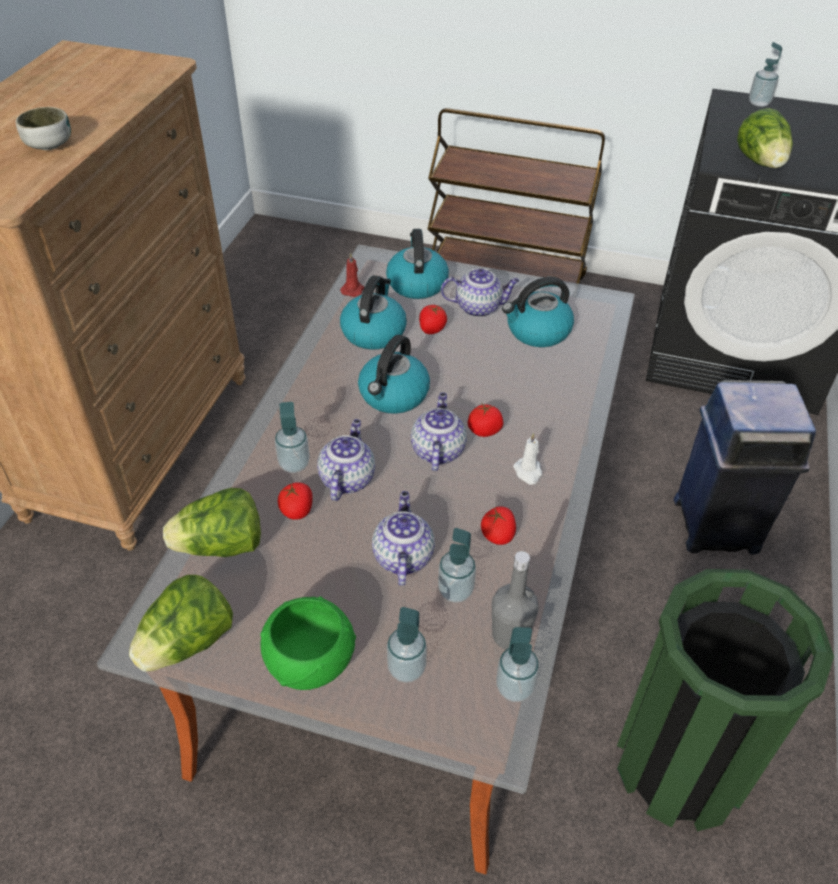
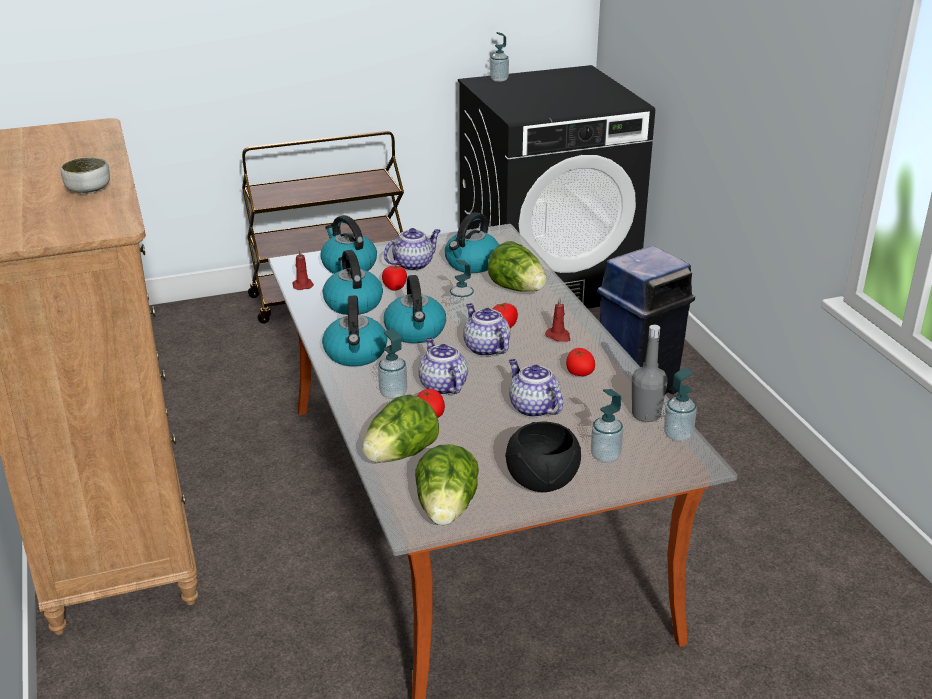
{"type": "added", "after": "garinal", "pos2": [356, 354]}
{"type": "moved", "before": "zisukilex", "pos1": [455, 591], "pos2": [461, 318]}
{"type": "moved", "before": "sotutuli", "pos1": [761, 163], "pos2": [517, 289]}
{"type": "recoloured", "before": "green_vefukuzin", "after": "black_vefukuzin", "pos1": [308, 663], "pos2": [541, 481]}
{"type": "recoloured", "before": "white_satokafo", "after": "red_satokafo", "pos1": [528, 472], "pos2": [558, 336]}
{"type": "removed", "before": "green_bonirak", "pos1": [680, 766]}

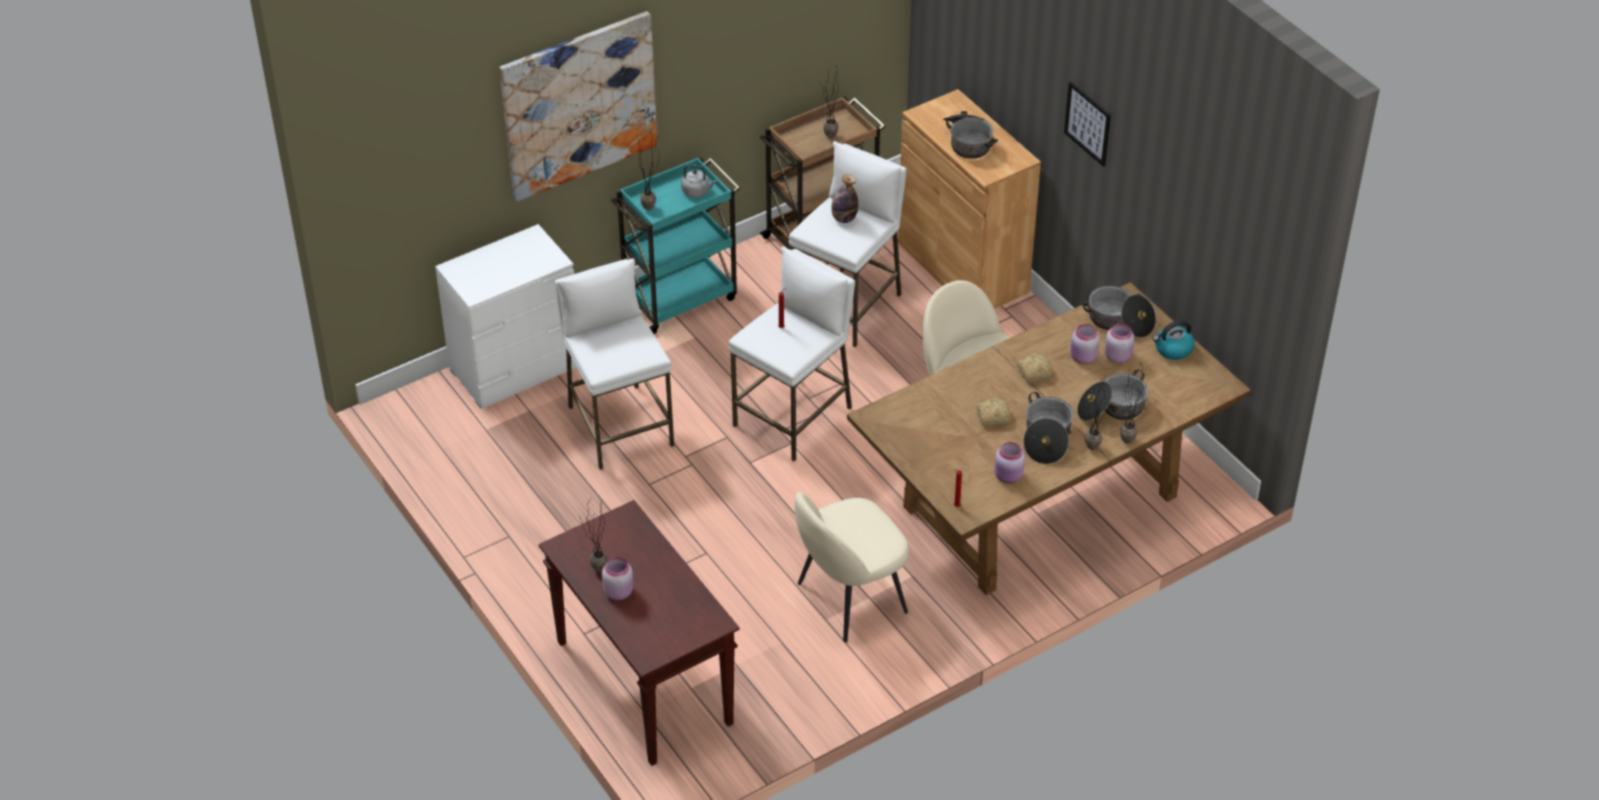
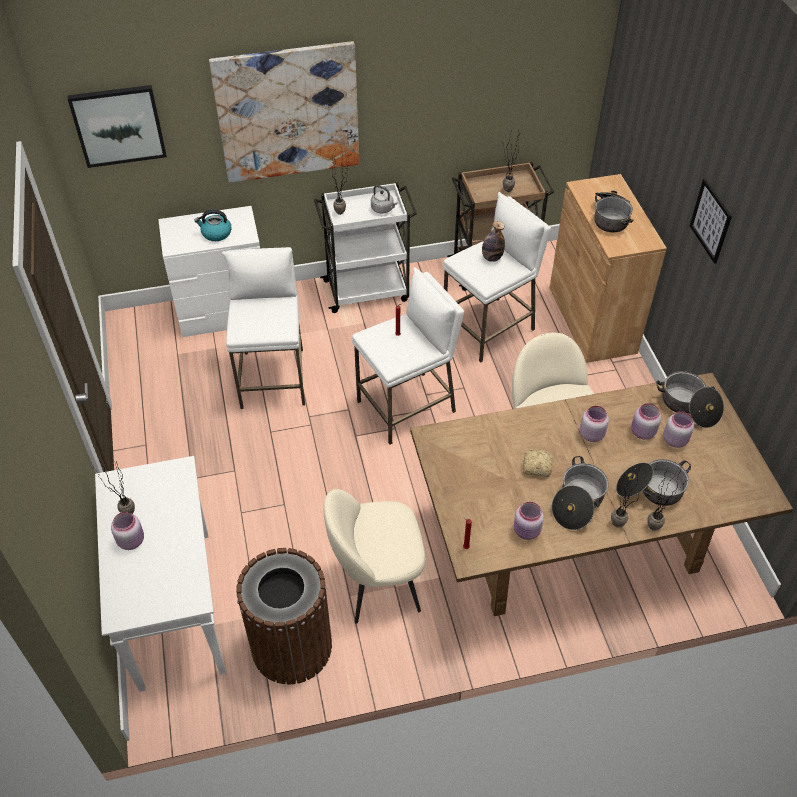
{"type": "added", "after": "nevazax", "pos2": [118, 125]}
{"type": "recoloured", "before": "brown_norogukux", "after": "white_norogukux", "pos1": [642, 682], "pos2": [174, 607]}
{"type": "moved", "before": "garinal", "pos1": [1173, 349], "pos2": [216, 233]}
{"type": "added", "after": "brown_bonirak", "pos2": [291, 646]}
{"type": "recoloured", "before": "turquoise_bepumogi", "after": "white_bepumogi", "pos1": [680, 298], "pos2": [368, 290]}
{"type": "replaced", "before": "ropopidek", "after": "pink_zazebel", "pos1": [1033, 373], "pos2": [591, 434]}

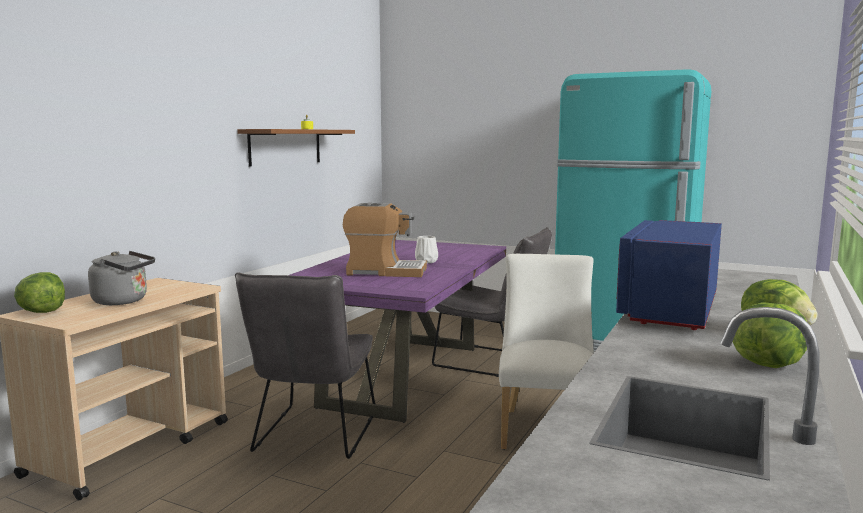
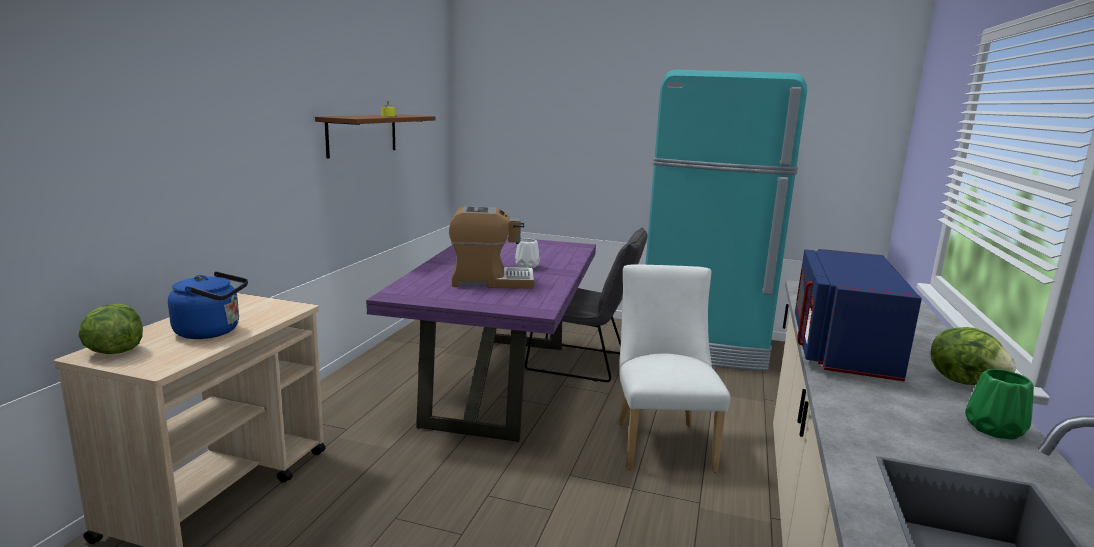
{"type": "recoloured", "before": "grey_garinal", "after": "blue_garinal", "pos1": [124, 301], "pos2": [212, 331]}
{"type": "replaced", "before": "sotutuli", "after": "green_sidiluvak", "pos1": [767, 363], "pos2": [992, 429]}
{"type": "removed", "before": "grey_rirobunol", "pos1": [313, 436]}

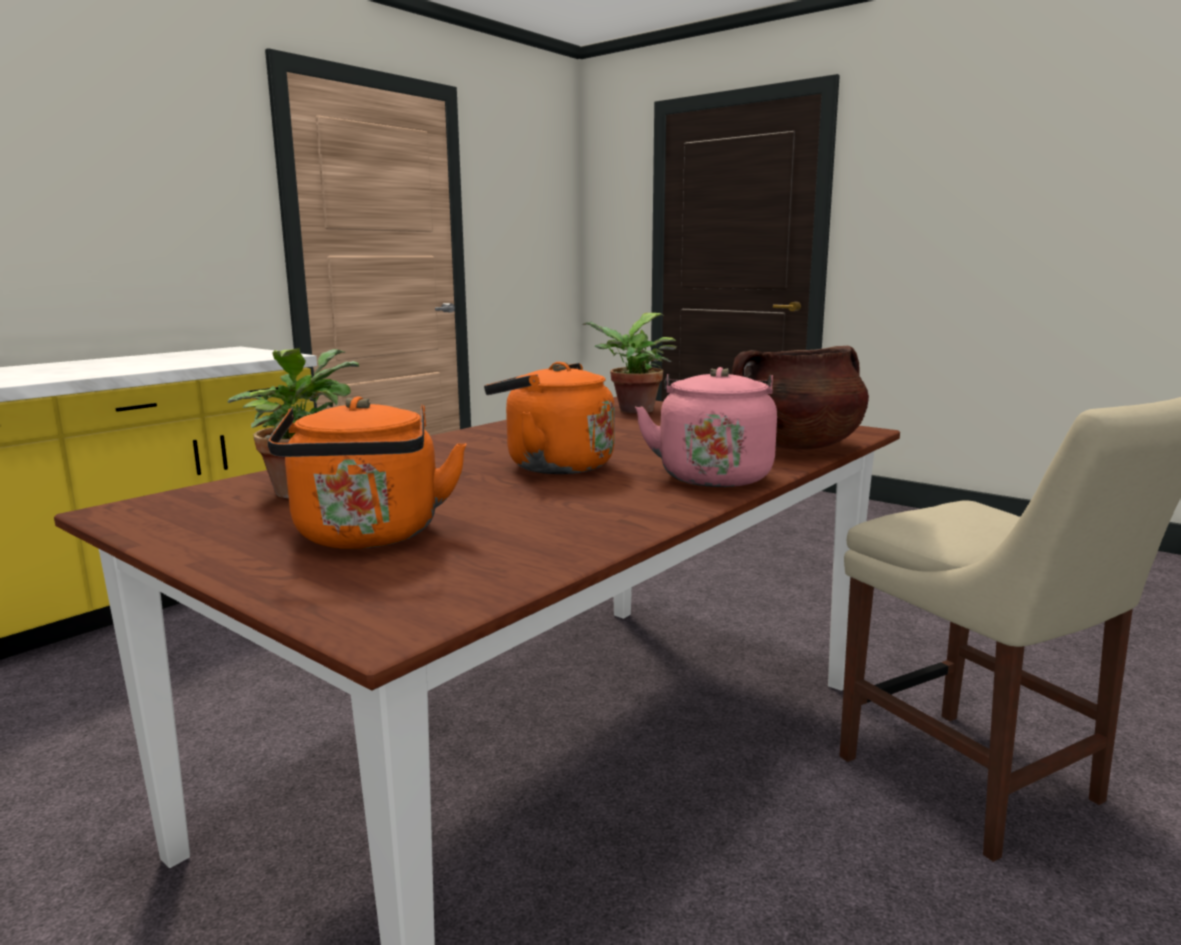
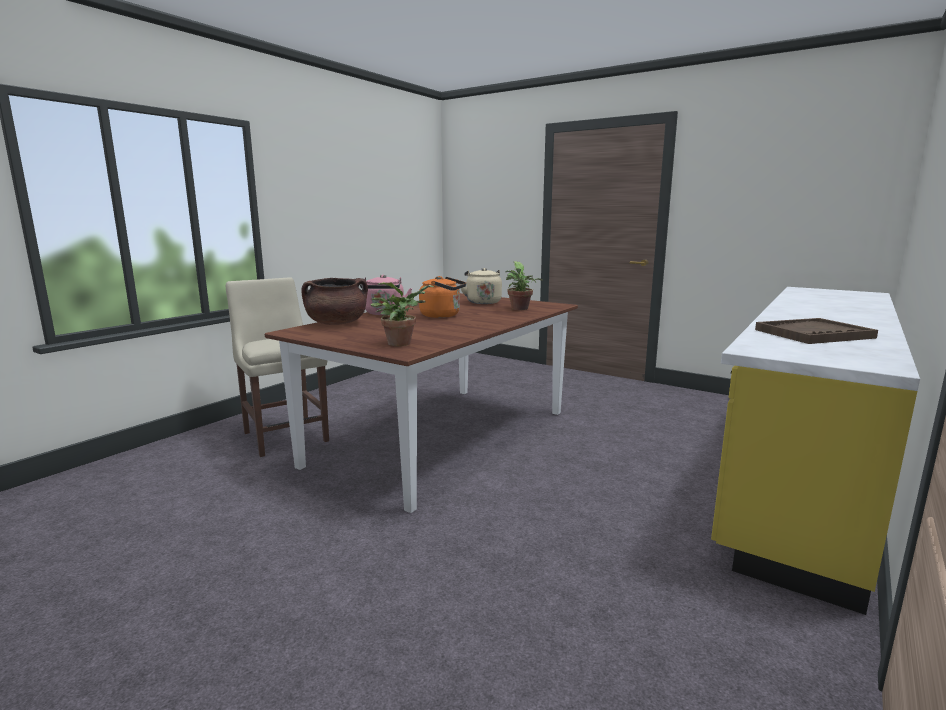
{"type": "recoloured", "before": "orange_garinal", "after": "beige_garinal", "pos1": [368, 537], "pos2": [482, 302]}
{"type": "added", "after": "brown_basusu", "pos2": [813, 334]}

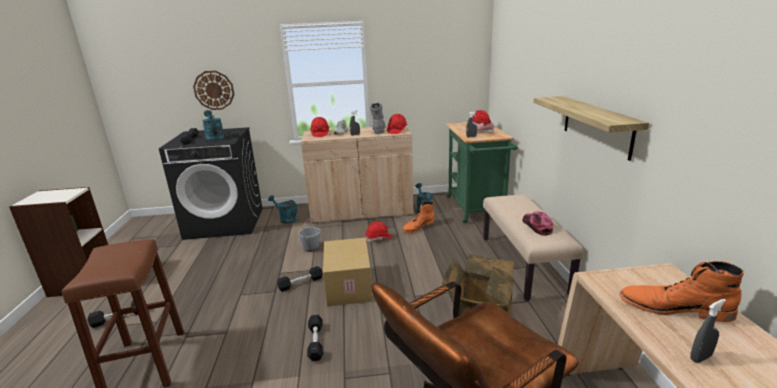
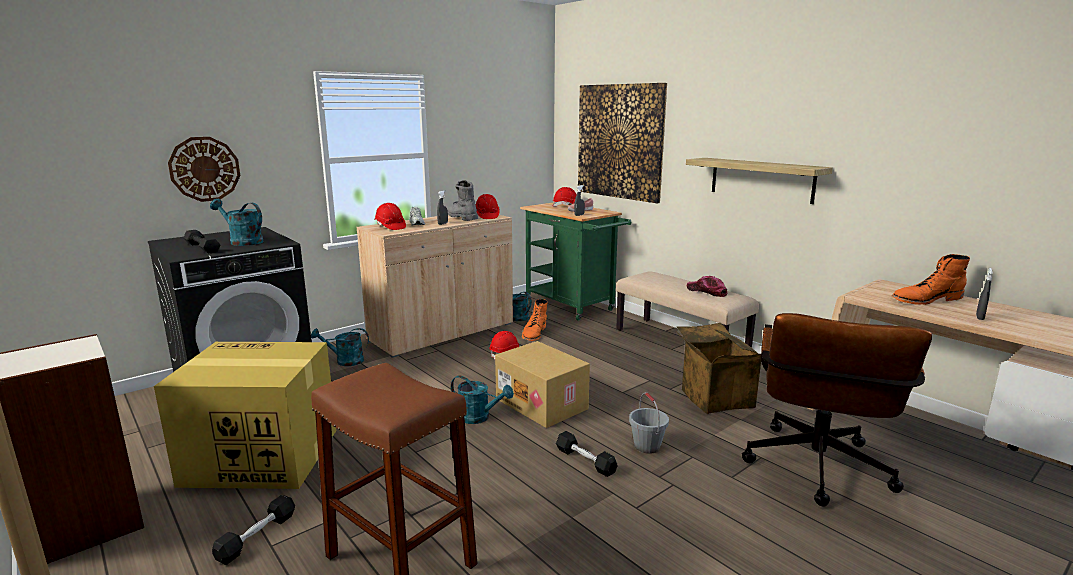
{"type": "added", "after": "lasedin", "pos2": [259, 457]}
{"type": "replaced", "before": "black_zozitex", "after": "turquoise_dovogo", "pos1": [300, 283], "pos2": [479, 417]}
{"type": "added", "after": "nevazax", "pos2": [619, 141]}
{"type": "moved", "before": "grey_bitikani", "pos1": [311, 248], "pos2": [647, 446]}

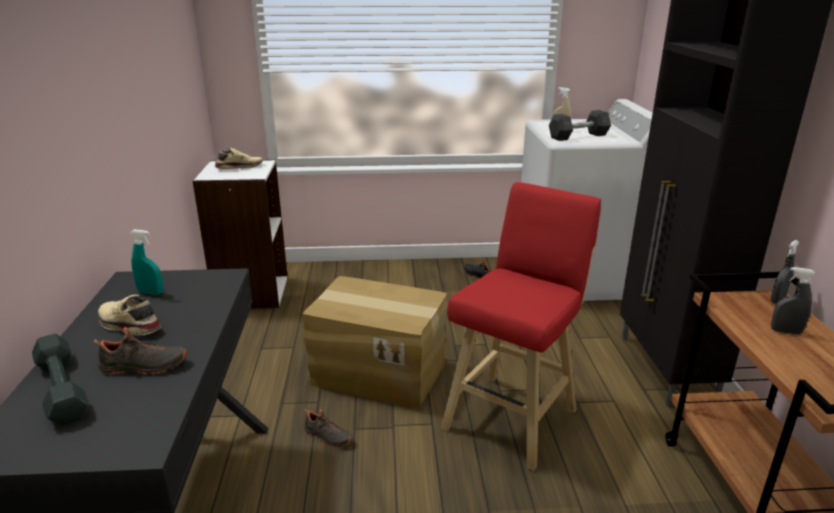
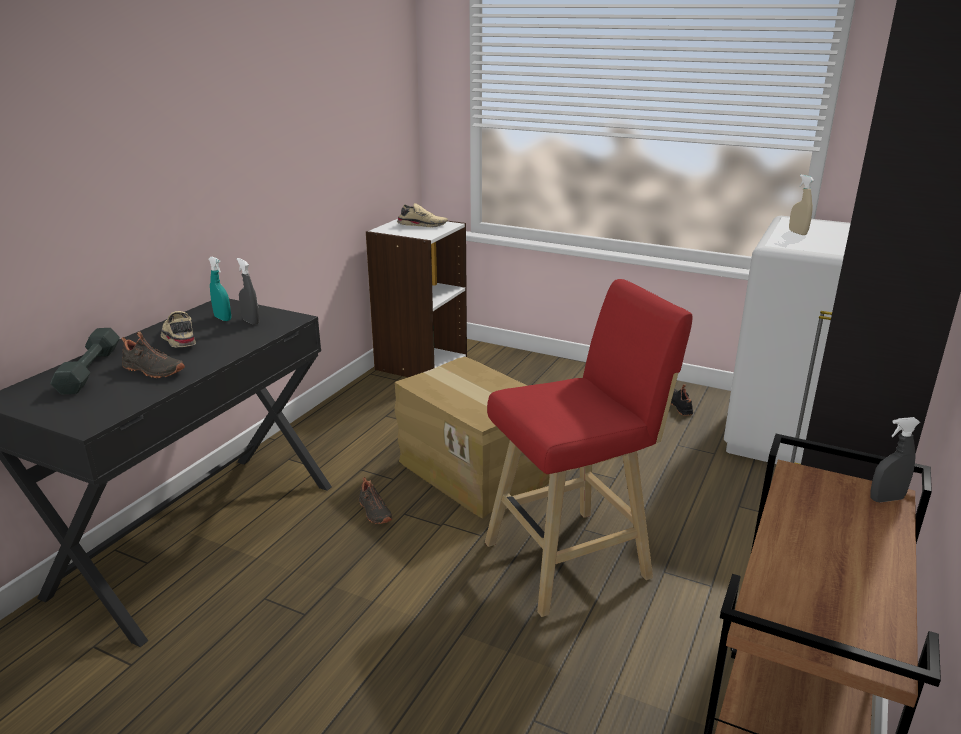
{"type": "moved", "before": "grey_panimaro", "pos1": [785, 331], "pos2": [251, 321]}
{"type": "removed", "before": "grey_zozitex", "pos1": [578, 136]}

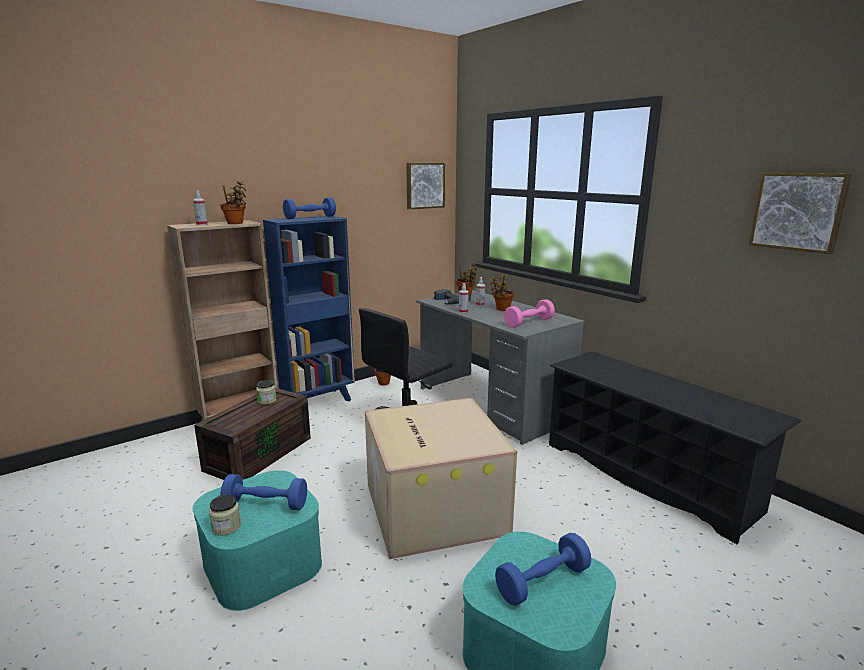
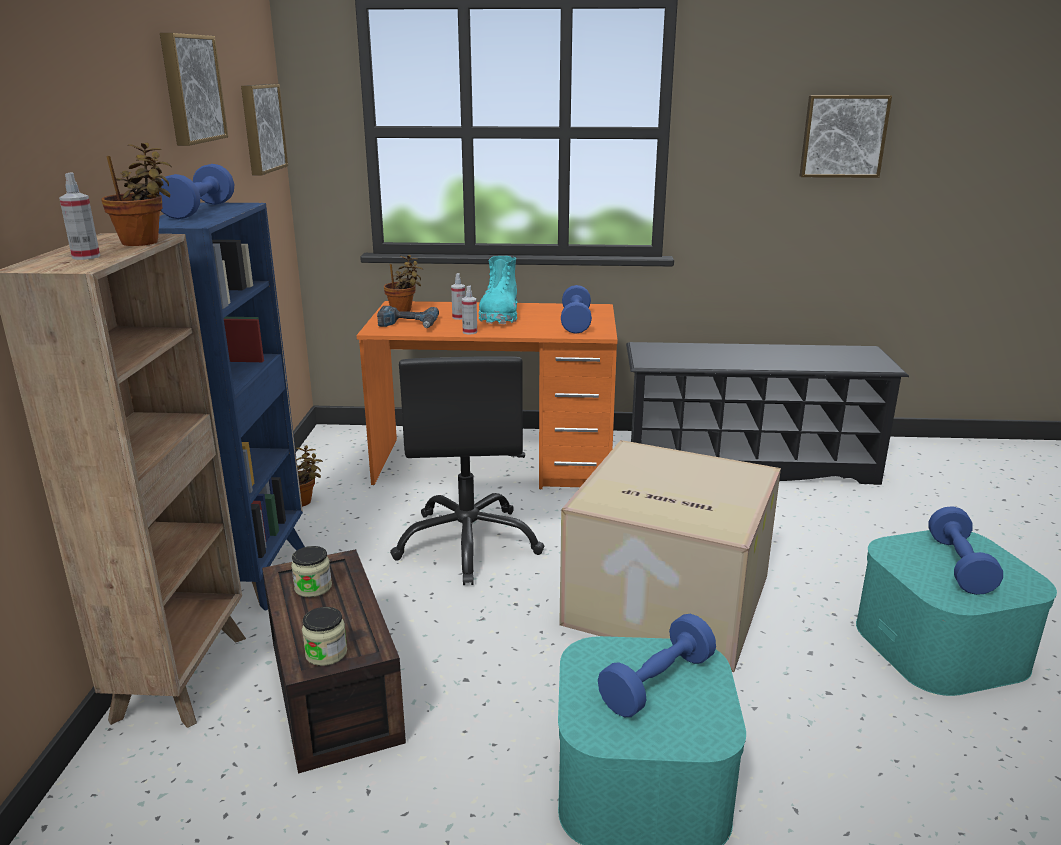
{"type": "added", "after": "nevazax", "pos2": [190, 89]}
{"type": "moved", "before": "zazebel", "pos1": [226, 526], "pos2": [326, 653]}
{"type": "recoloured", "before": "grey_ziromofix", "after": "orange_ziromofix", "pos1": [491, 405], "pos2": [495, 465]}
{"type": "replaced", "before": "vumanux", "after": "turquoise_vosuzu", "pos1": [501, 309], "pos2": [500, 316]}
{"type": "recoloured", "before": "pink_zozitex", "after": "blue_zozitex", "pos1": [529, 323], "pos2": [576, 322]}

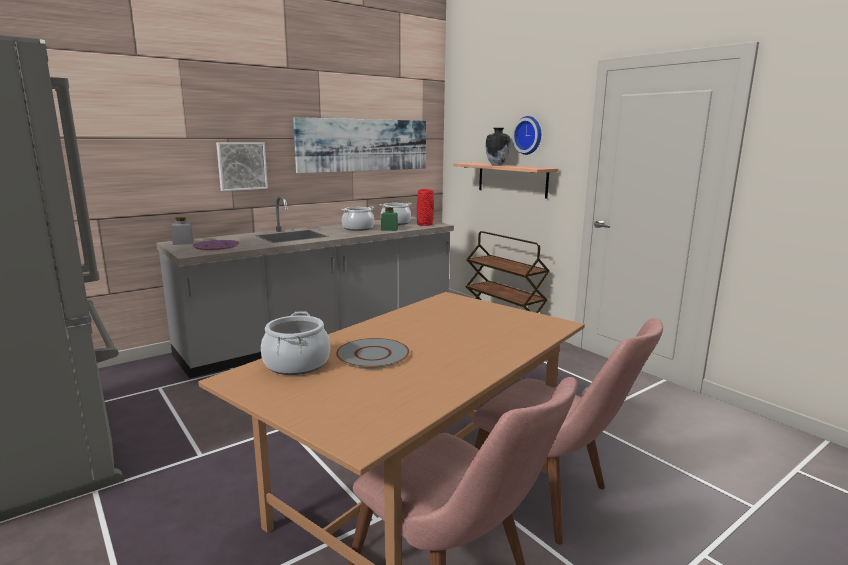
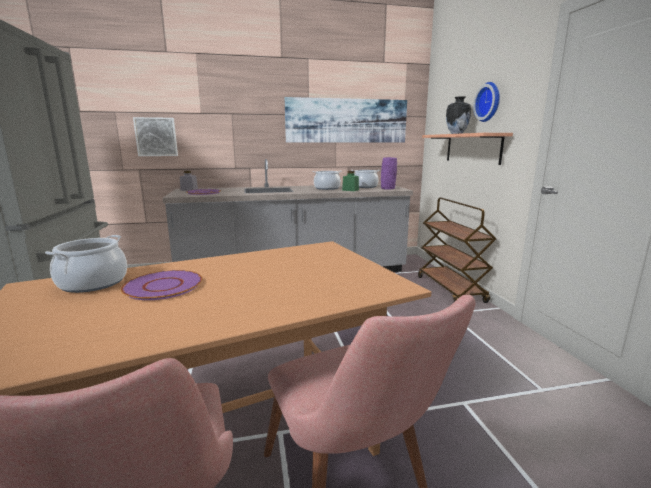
{"type": "recoloured", "before": "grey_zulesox", "after": "purple_zulesox", "pos1": [372, 354], "pos2": [163, 286]}
{"type": "moved", "before": "nevazax", "pos1": [241, 166], "pos2": [156, 137]}
{"type": "recoloured", "before": "red_sidiluvak", "after": "purple_sidiluvak", "pos1": [424, 224], "pos2": [387, 188]}

